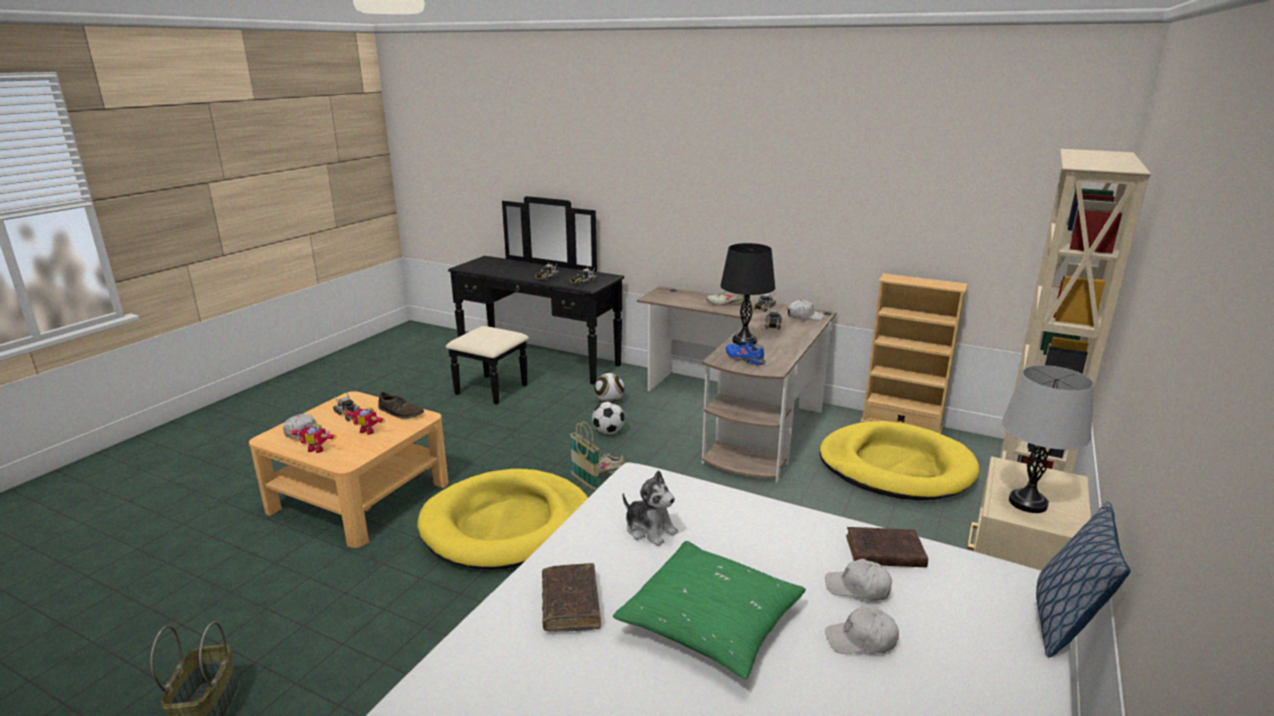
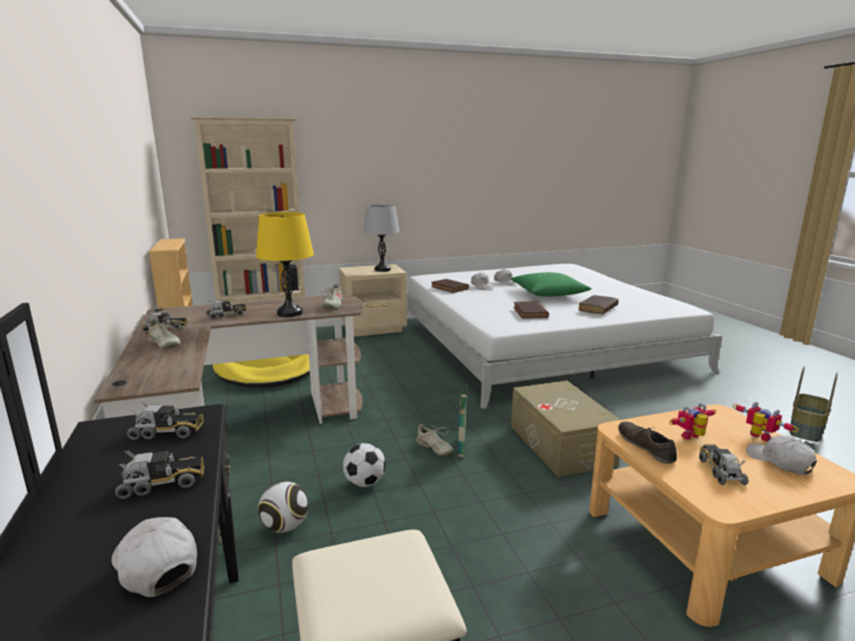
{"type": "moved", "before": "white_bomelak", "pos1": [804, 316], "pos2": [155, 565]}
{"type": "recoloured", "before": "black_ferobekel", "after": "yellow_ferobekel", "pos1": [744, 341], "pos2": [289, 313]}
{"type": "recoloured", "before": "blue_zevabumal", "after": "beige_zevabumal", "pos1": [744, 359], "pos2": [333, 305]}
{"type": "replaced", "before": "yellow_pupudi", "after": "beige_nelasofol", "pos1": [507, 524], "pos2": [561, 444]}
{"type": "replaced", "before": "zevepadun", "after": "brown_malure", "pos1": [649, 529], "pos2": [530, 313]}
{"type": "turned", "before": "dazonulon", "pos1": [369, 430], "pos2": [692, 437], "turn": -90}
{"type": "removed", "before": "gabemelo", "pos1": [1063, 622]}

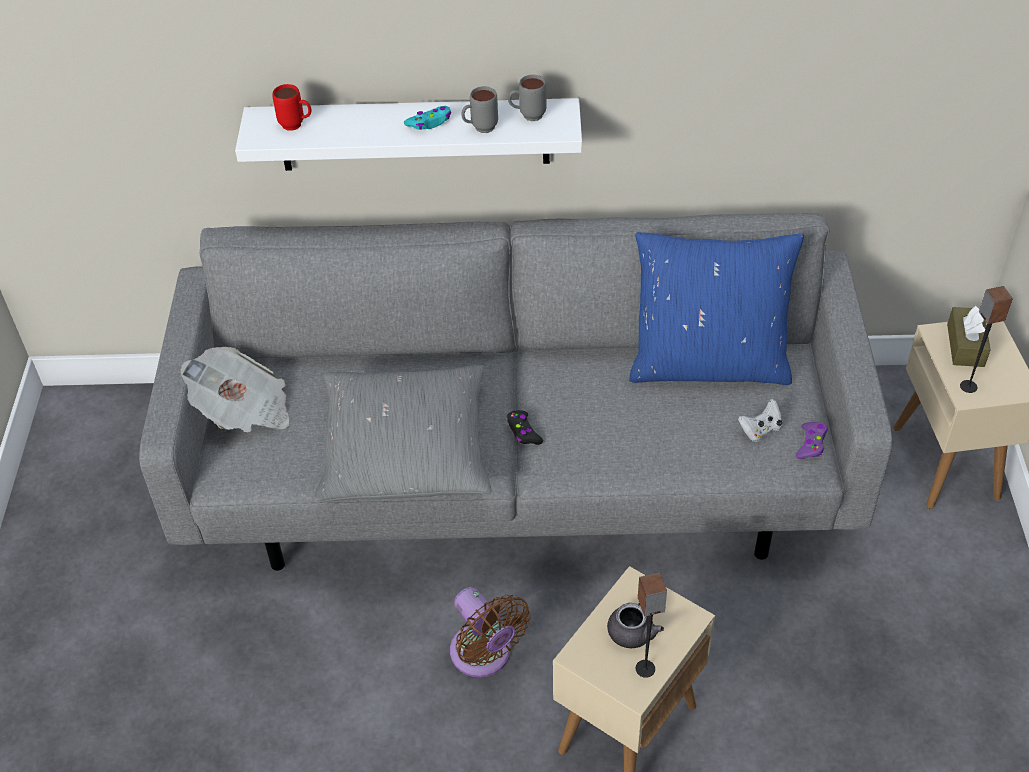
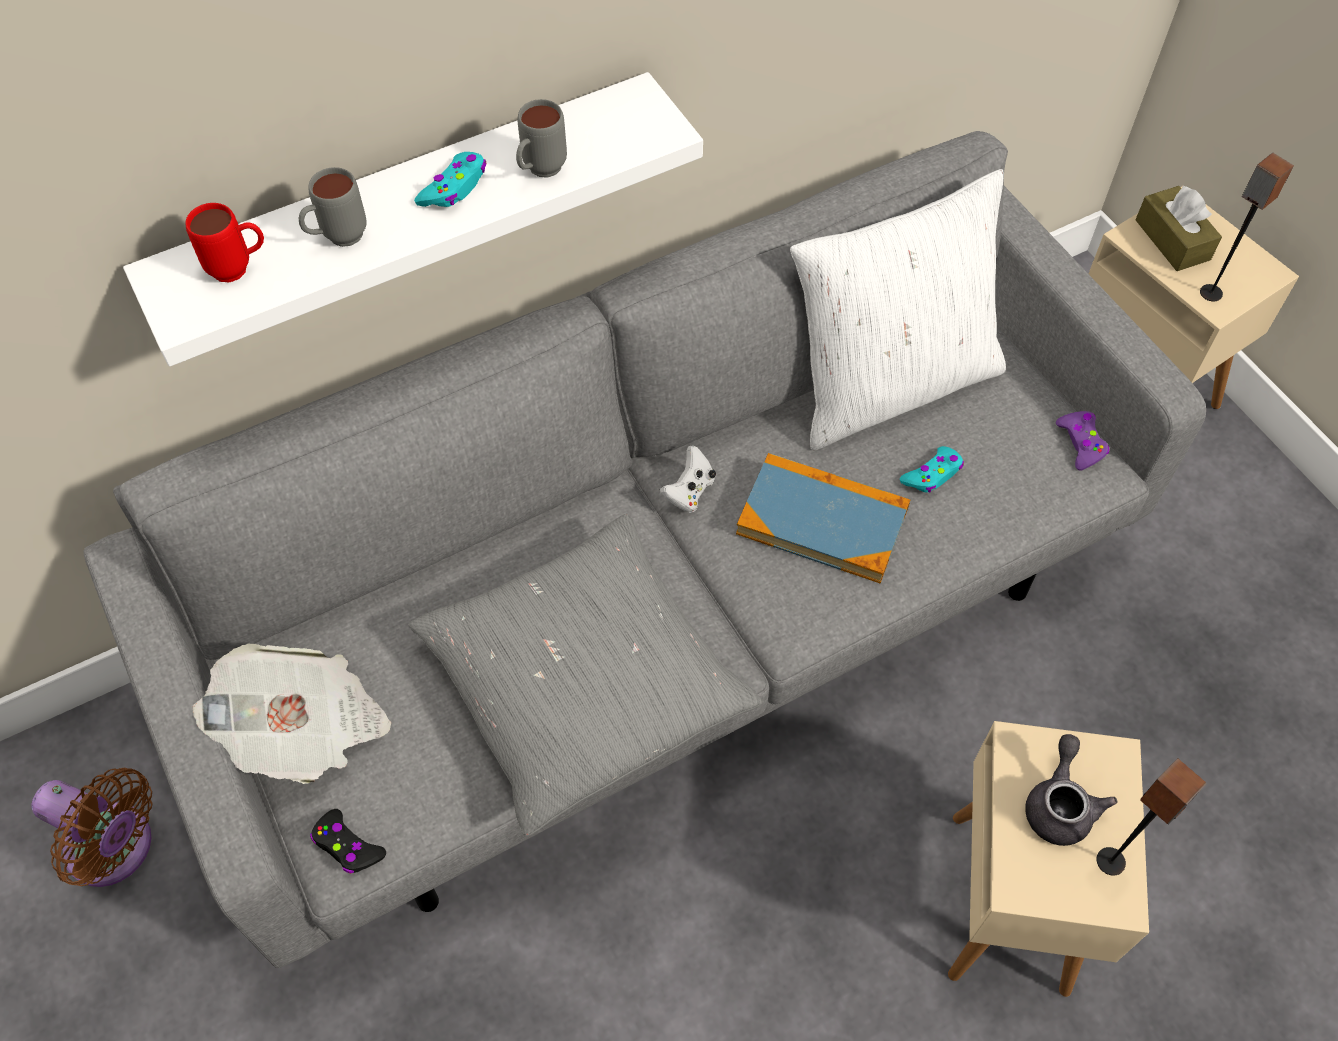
{"type": "moved", "before": "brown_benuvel", "pos1": [484, 656], "pos2": [116, 849]}
{"type": "moved", "before": "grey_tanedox", "pos1": [527, 116], "pos2": [337, 239]}
{"type": "moved", "before": "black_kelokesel", "pos1": [523, 432], "pos2": [348, 846]}
{"type": "moved", "before": "white_kelokesel", "pos1": [760, 430], "pos2": [689, 491]}
{"type": "added", "after": "malure", "pos2": [822, 521]}
{"type": "recoloured", "before": "blue_gabemelo", "after": "white_gabemelo", "pos1": [708, 363], "pos2": [890, 383]}
{"type": "added", "after": "turquoise_kelokesel", "pos2": [932, 475]}

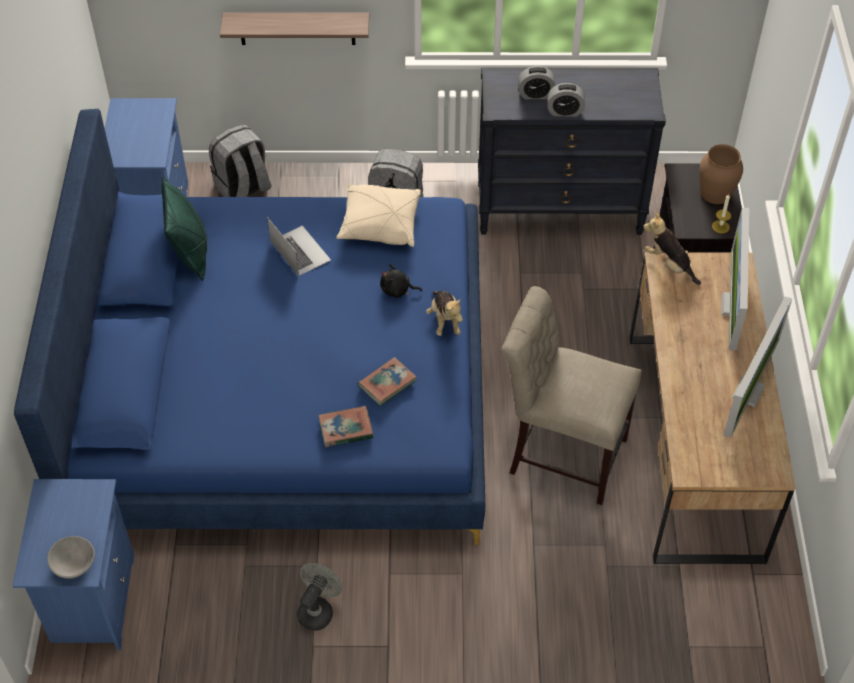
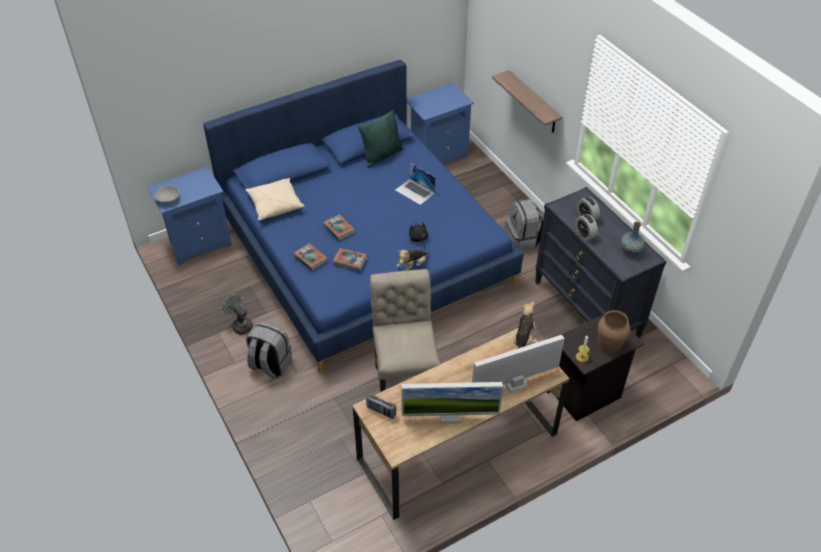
{"type": "turned", "before": "grey_benuvel", "pos1": [318, 609], "pos2": [240, 325], "turn": -135}
{"type": "moved", "before": "beige_gabemelo", "pos1": [380, 224], "pos2": [275, 205]}
{"type": "moved", "before": "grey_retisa", "pos1": [243, 188], "pos2": [270, 365]}
{"type": "added", "after": "malure", "pos2": [339, 229]}
{"type": "added", "after": "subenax", "pos2": [381, 411]}
{"type": "turned", "before": "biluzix", "pos1": [300, 250], "pos2": [415, 191], "turn": 105}
{"type": "added", "after": "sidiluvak", "pos2": [630, 250]}

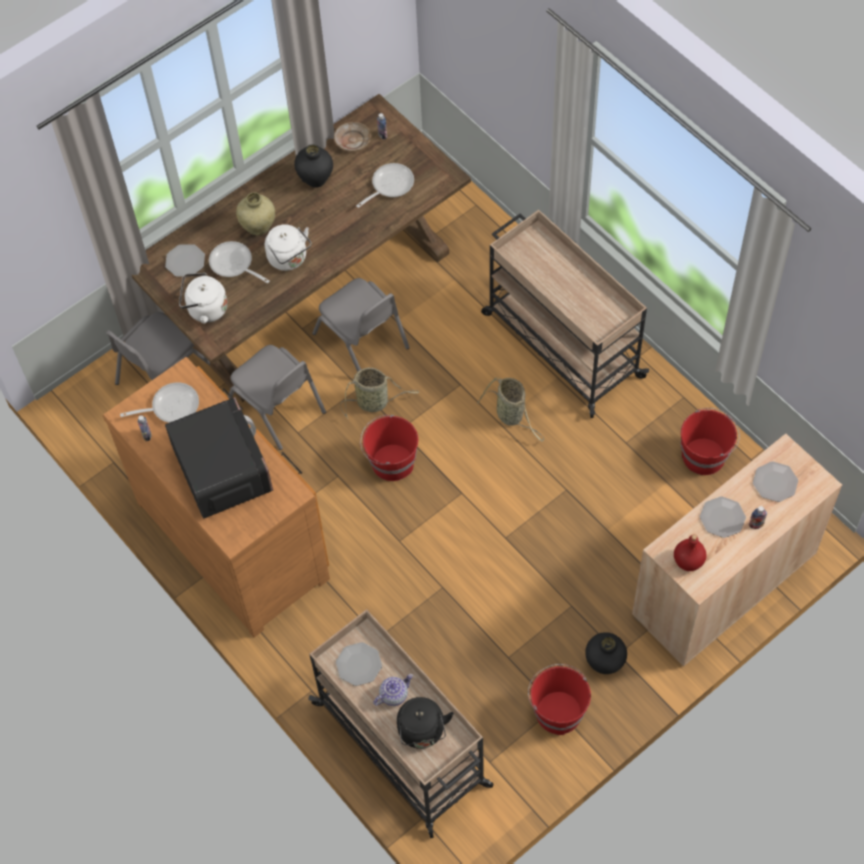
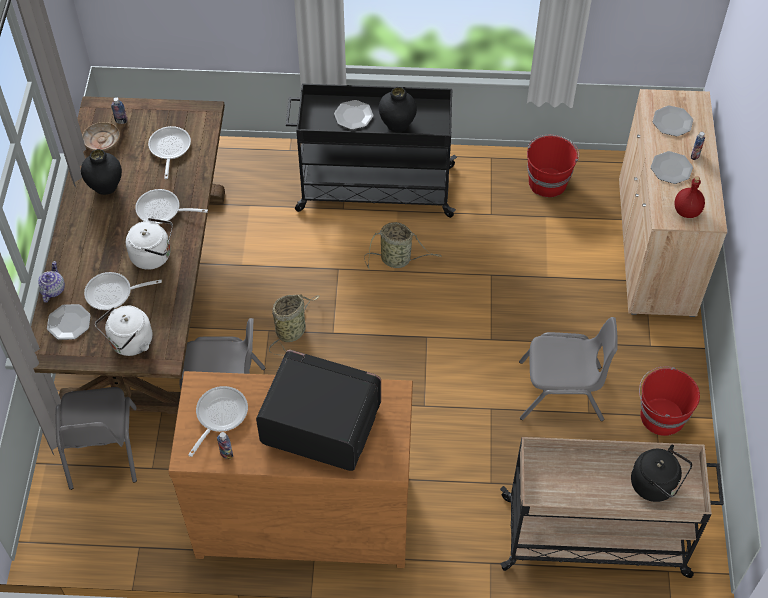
{"type": "moved", "before": "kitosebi", "pos1": [393, 694], "pos2": [52, 289]}
{"type": "added", "after": "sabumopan", "pos2": [162, 210]}
{"type": "recoloured", "before": "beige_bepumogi", "after": "black_bepumogi", "pos1": [561, 344], "pos2": [373, 188]}
{"type": "moved", "before": "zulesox", "pos1": [359, 664], "pos2": [353, 116]}
{"type": "moved", "before": "black_sidiluvak", "pos1": [604, 663], "pos2": [397, 125]}
{"type": "moved", "before": "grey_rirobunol", "pos1": [361, 341], "pos2": [561, 392]}
{"type": "removed", "before": "beige_sidiluvak", "pos1": [258, 227]}
{"type": "removed", "before": "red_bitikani", "pos1": [391, 462]}

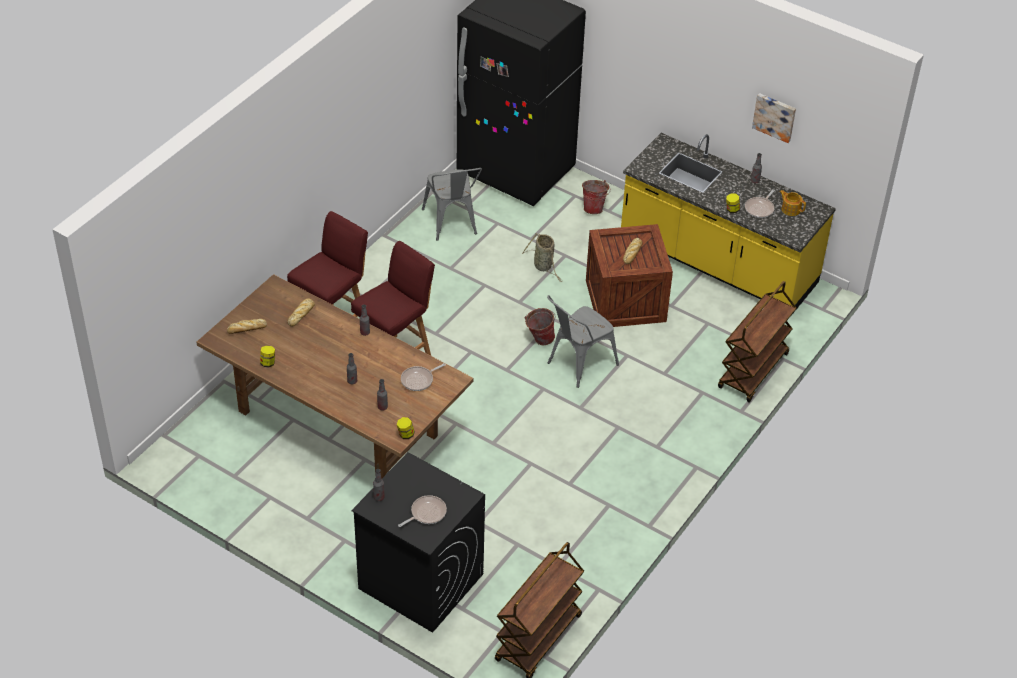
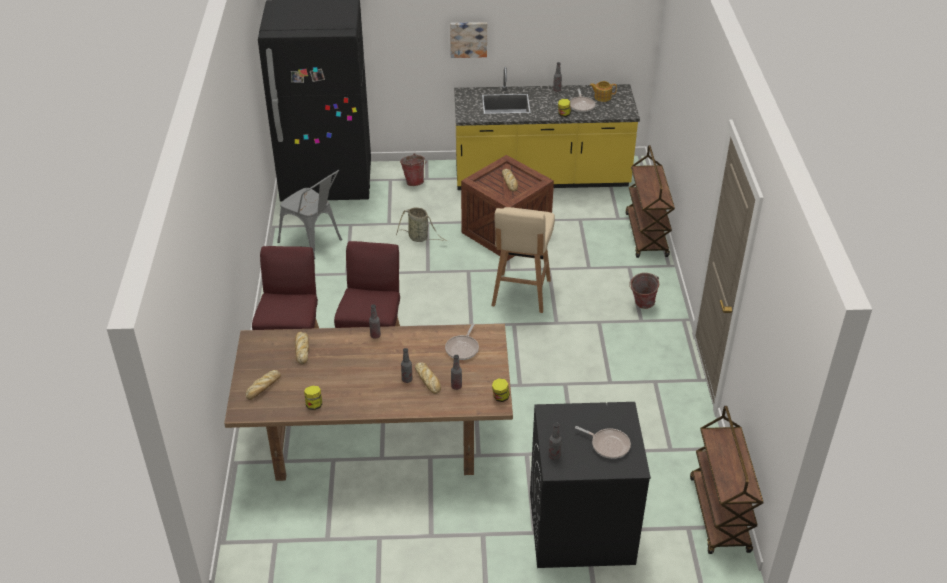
{"type": "added", "after": "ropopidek", "pos2": [428, 380]}
{"type": "moved", "before": "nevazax", "pos1": [775, 117], "pos2": [468, 39]}
{"type": "replaced", "before": "grey_rirobunol", "after": "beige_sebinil", "pos1": [577, 365], "pos2": [520, 294]}
{"type": "turned", "before": "sabumopan", "pos1": [426, 513], "pos2": [608, 445], "turn": 105}
{"type": "moved", "before": "bitikani", "pos1": [539, 339], "pos2": [641, 305]}

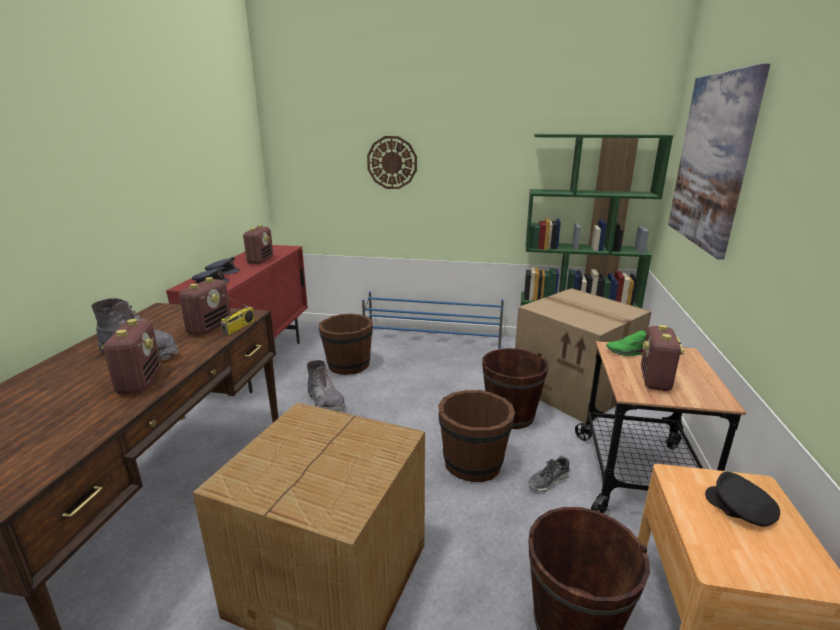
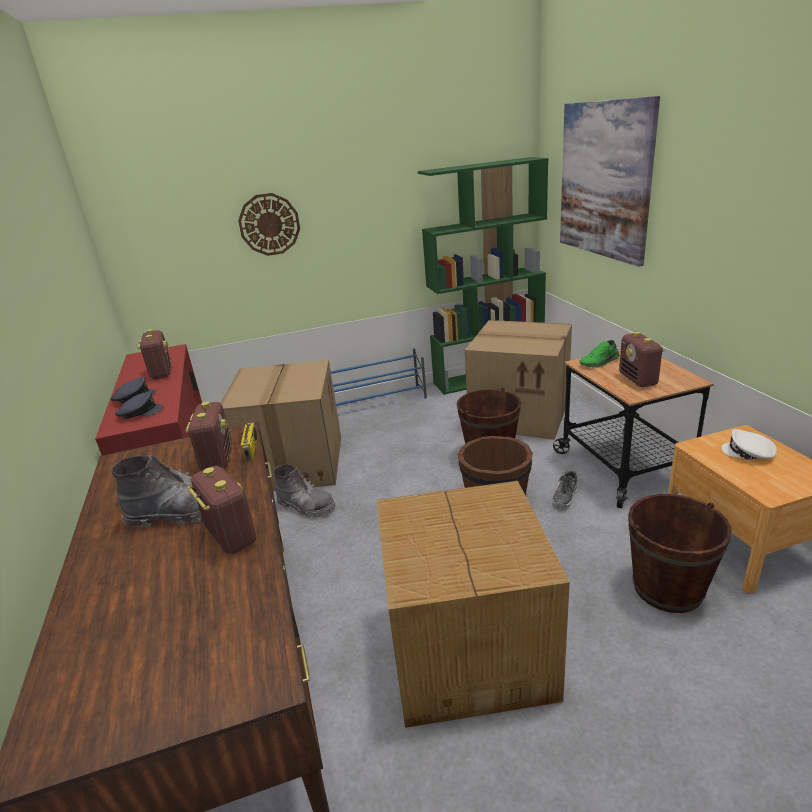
{"type": "replaced", "before": "brown_bitikani", "after": "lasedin", "pos1": [348, 365], "pos2": [292, 463]}
{"type": "recoloured", "before": "black_bomelak", "after": "white_bomelak", "pos1": [739, 509], "pos2": [749, 453]}

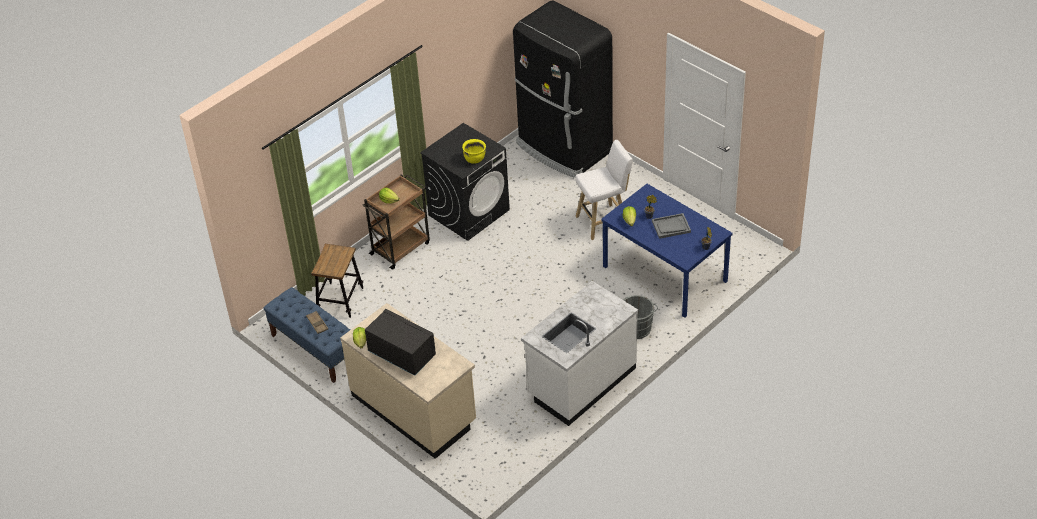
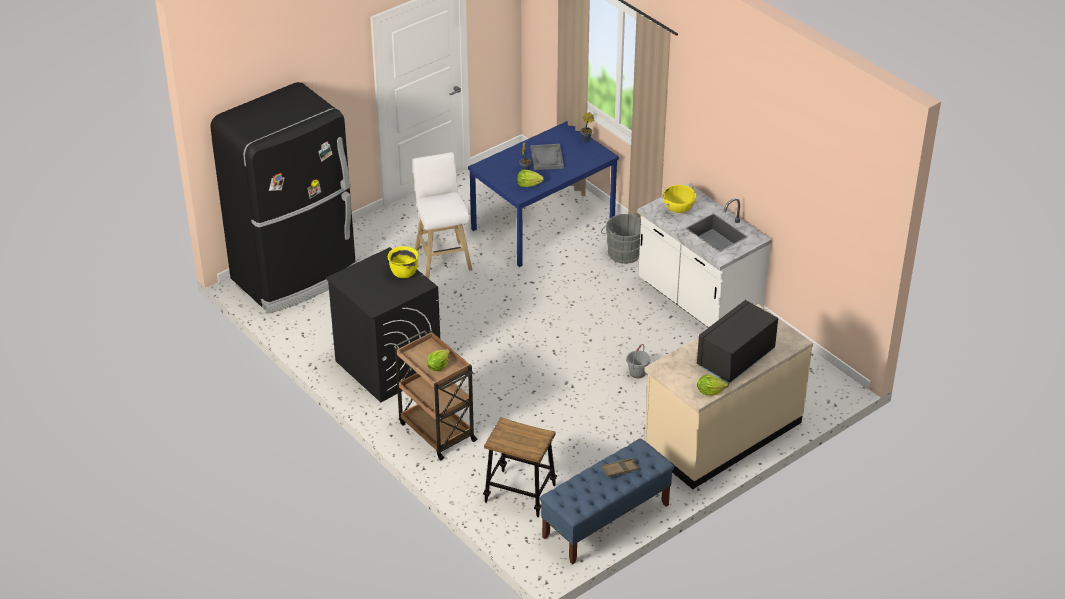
{"type": "added", "after": "grey_bitikani", "pos2": [637, 373]}
{"type": "added", "after": "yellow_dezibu", "pos2": [678, 209]}

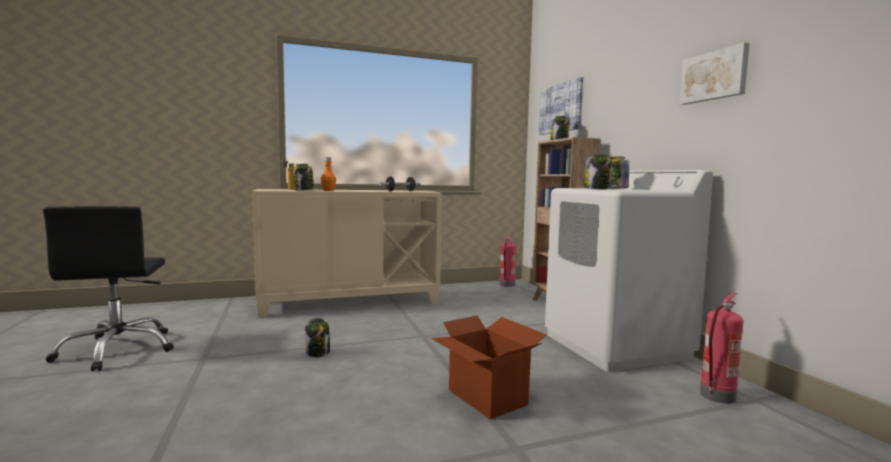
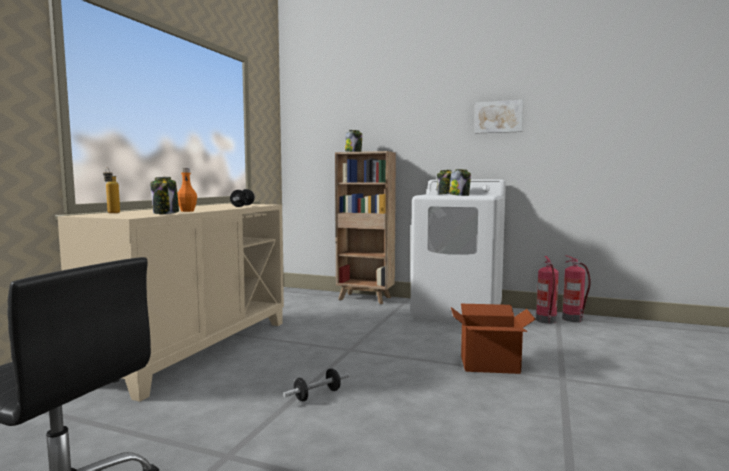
{"type": "replaced", "before": "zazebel", "after": "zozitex", "pos1": [318, 352], "pos2": [317, 395]}
{"type": "moved", "before": "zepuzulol", "pos1": [507, 285], "pos2": [573, 319]}
{"type": "removed", "before": "nevazax", "pos1": [561, 108]}

